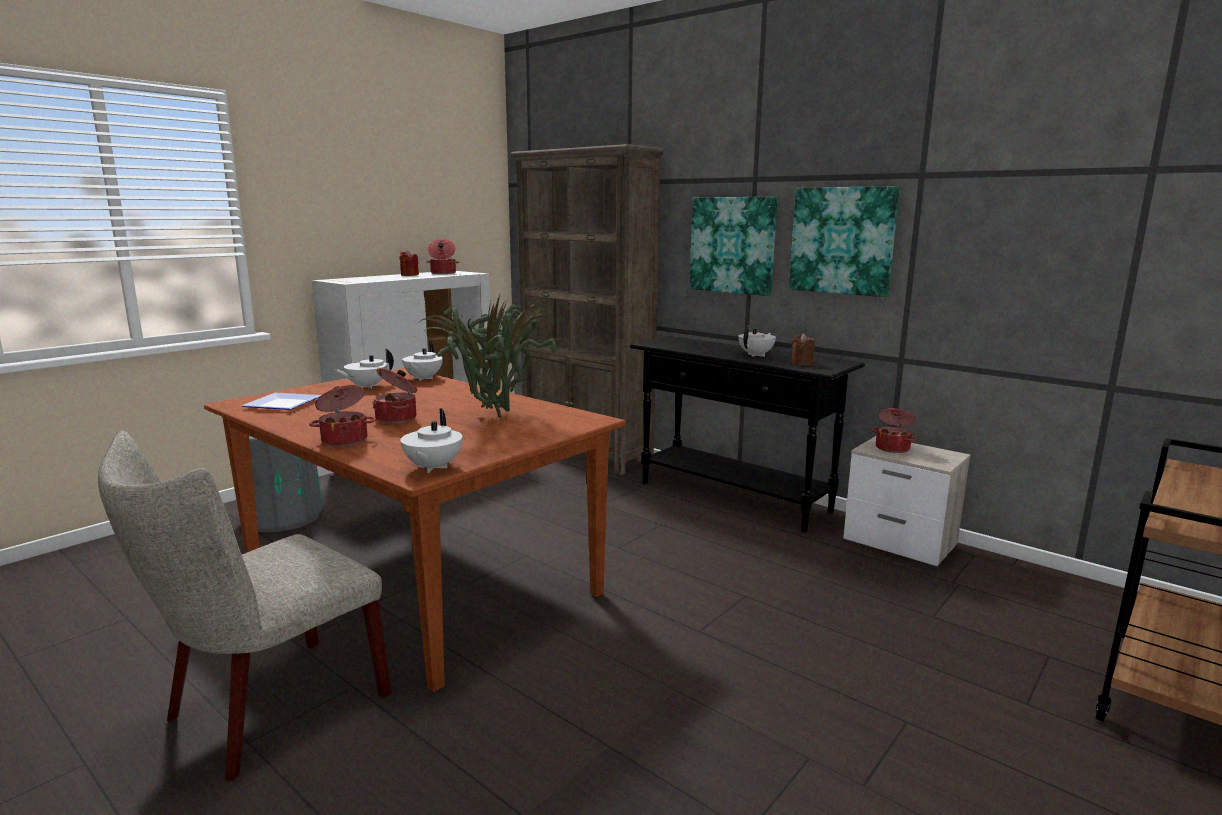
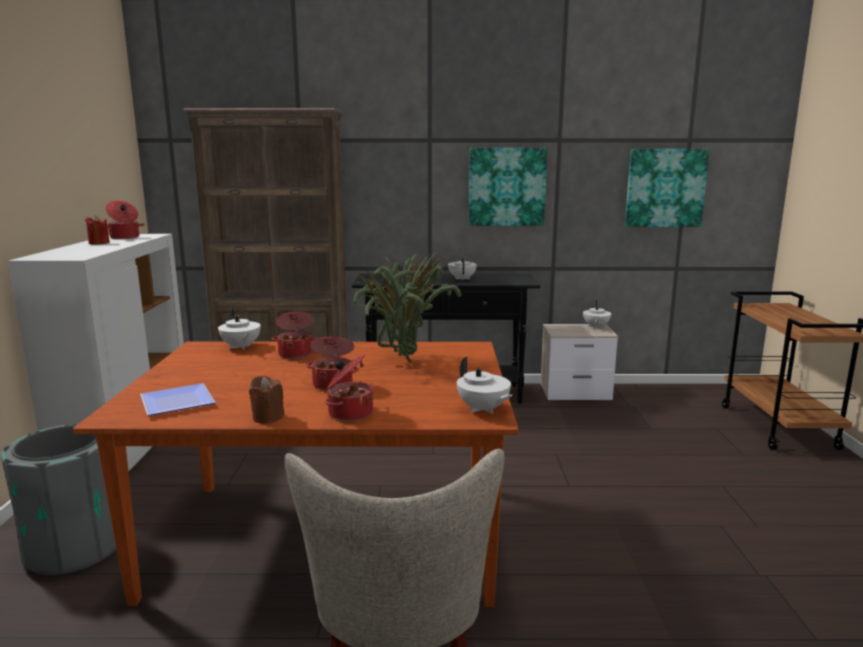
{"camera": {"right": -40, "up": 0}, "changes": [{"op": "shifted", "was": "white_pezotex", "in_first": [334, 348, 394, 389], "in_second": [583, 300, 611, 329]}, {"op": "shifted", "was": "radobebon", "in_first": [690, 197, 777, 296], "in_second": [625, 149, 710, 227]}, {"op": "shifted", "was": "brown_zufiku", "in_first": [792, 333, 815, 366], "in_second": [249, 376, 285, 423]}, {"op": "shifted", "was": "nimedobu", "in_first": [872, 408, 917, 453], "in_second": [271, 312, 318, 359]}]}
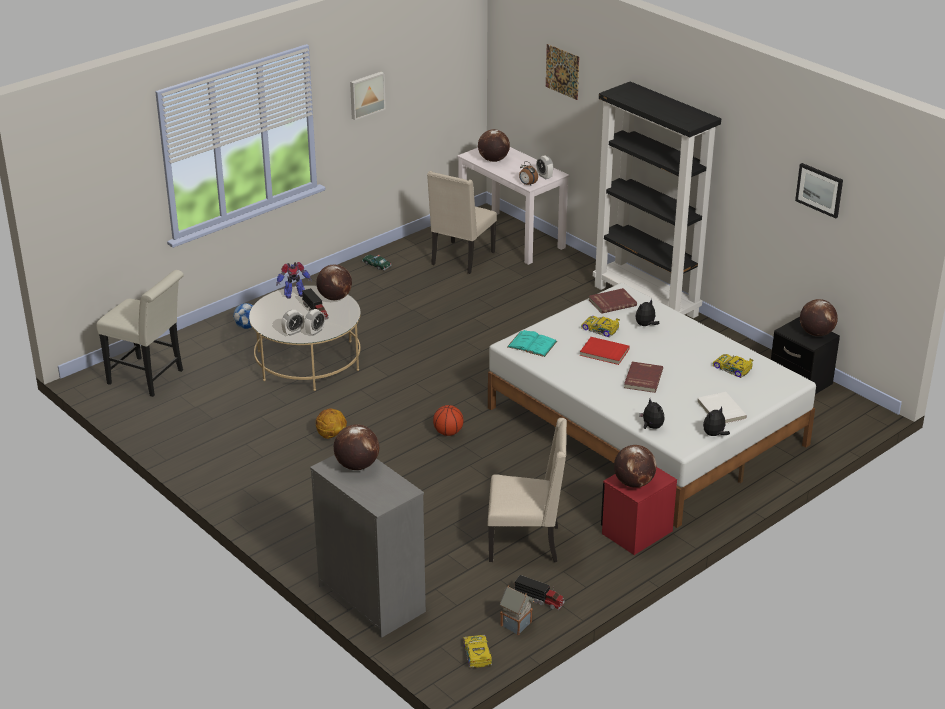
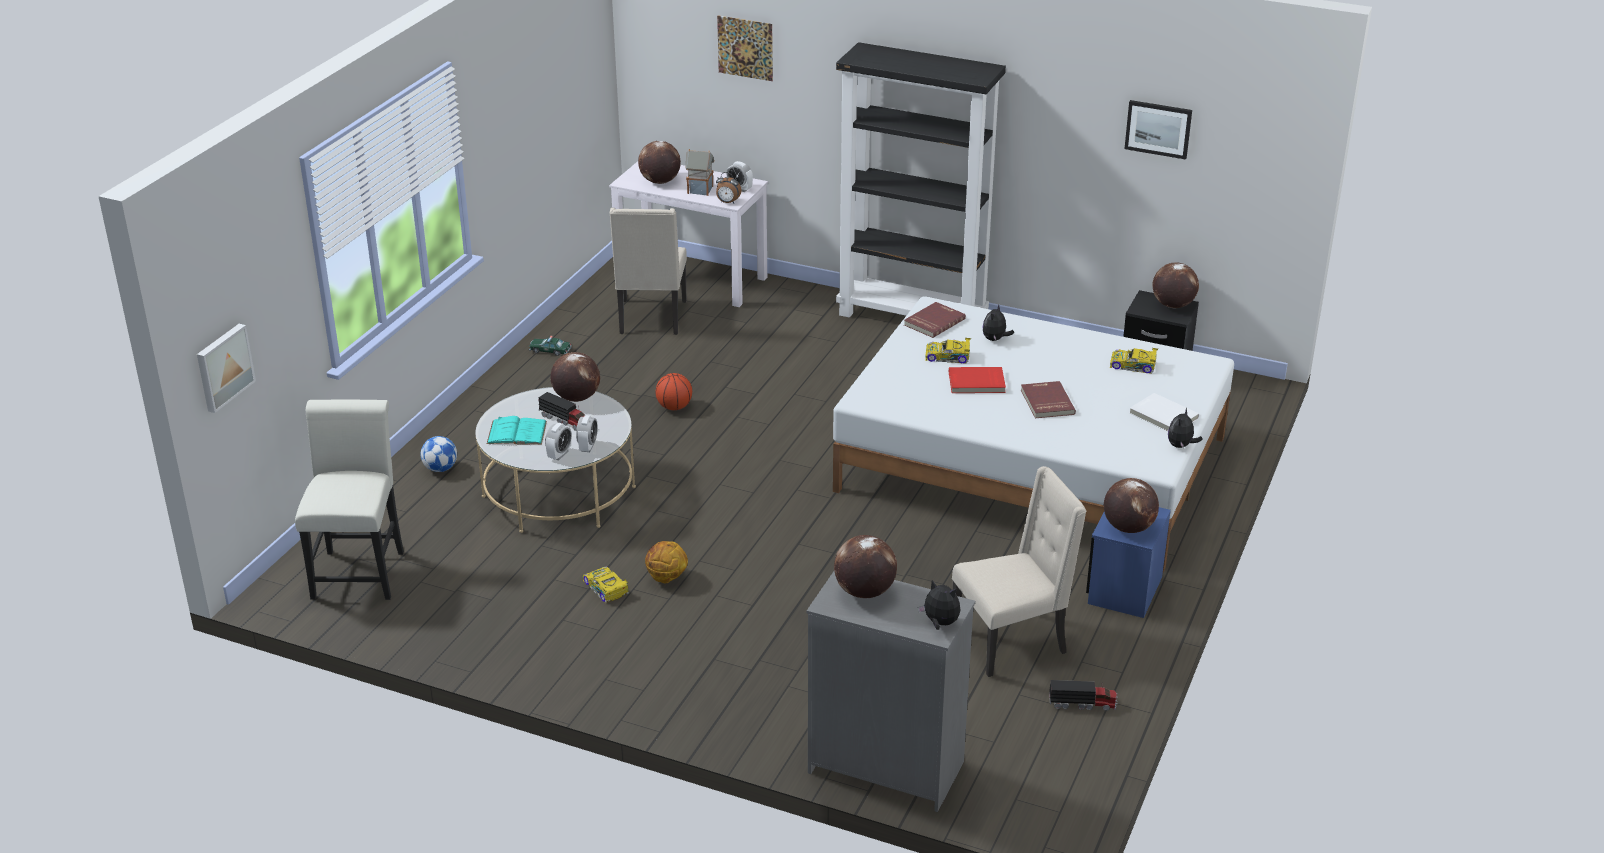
{"camera": {"right": -25, "up": 0}, "changes": [{"op": "rotated", "was": "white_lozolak", "in_first": [96, 270, 184, 397], "in_second": [295, 399, 404, 600], "clockwise": -90}, {"op": "gone", "was": "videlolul", "in_first": [276, 262, 312, 299]}, {"op": "shifted", "was": "radobebon", "in_first": [350, 72, 386, 120], "in_second": [197, 324, 256, 413]}, {"op": "shifted", "was": "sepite", "in_first": [433, 405, 464, 436], "in_second": [656, 373, 692, 410]}, {"op": "shifted", "was": "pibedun", "in_first": [463, 635, 492, 668], "in_second": [582, 567, 629, 603]}, {"op": "shifted", "was": "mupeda", "in_first": [500, 585, 534, 635], "in_second": [685, 149, 715, 196]}, {"op": "shifted", "was": "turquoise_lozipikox", "in_first": [507, 330, 557, 357], "in_second": [487, 416, 547, 445]}, {"op": "repainted", "was": "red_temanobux", "now": "blue_temanobux", "in_first": [601, 467, 677, 555], "in_second": [1086, 507, 1171, 618]}, {"op": "shifted", "was": "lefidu", "in_first": [639, 399, 665, 429], "in_second": [918, 580, 961, 630]}]}
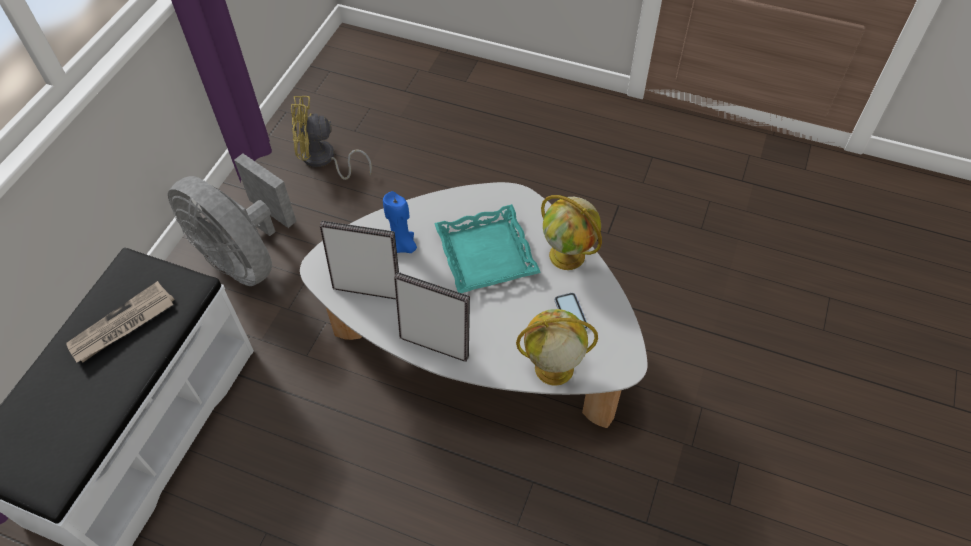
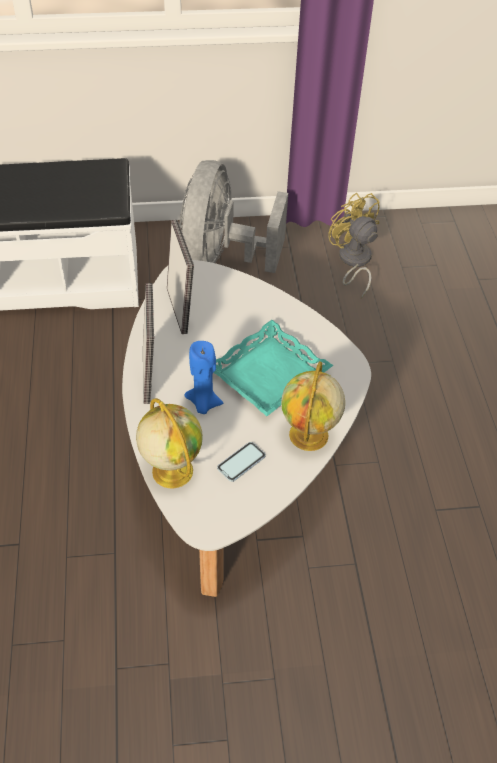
{"camera": {"right": 60, "up": -5}, "changes": [{"op": "gone", "was": "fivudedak", "in_first": [66, 281, 175, 363]}, {"op": "shifted", "was": "blue_zufiku", "in_first": [383, 191, 417, 253], "in_second": [184, 341, 223, 414]}]}
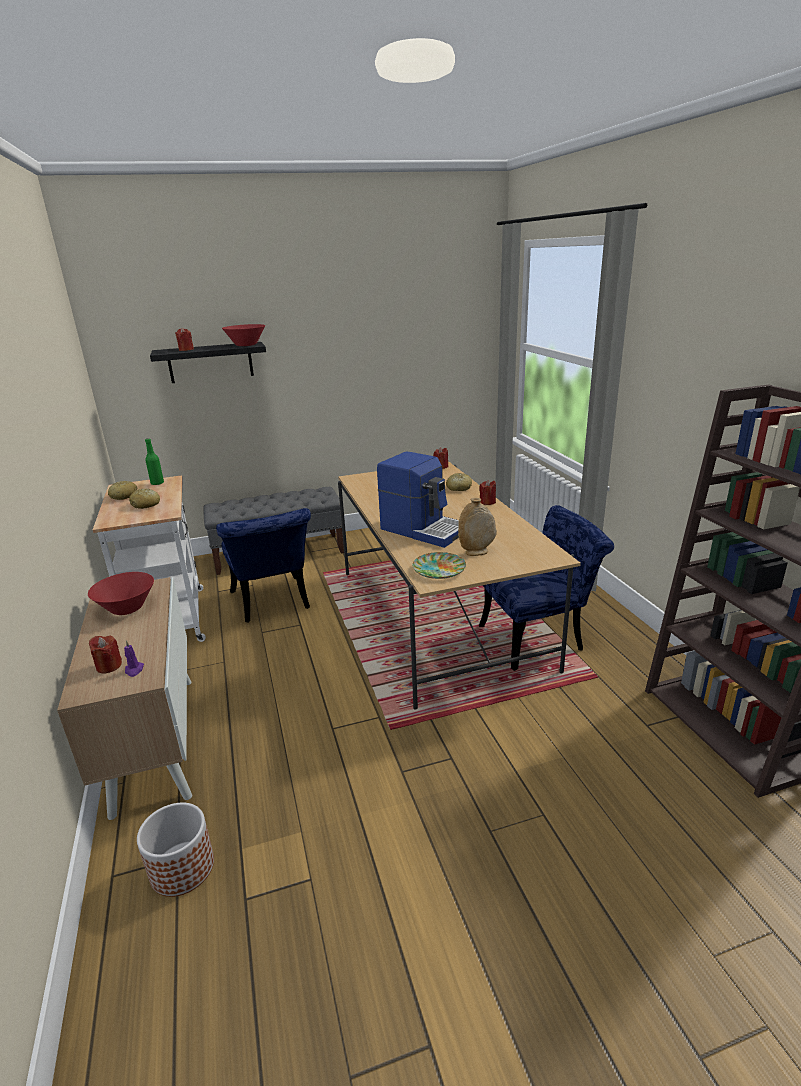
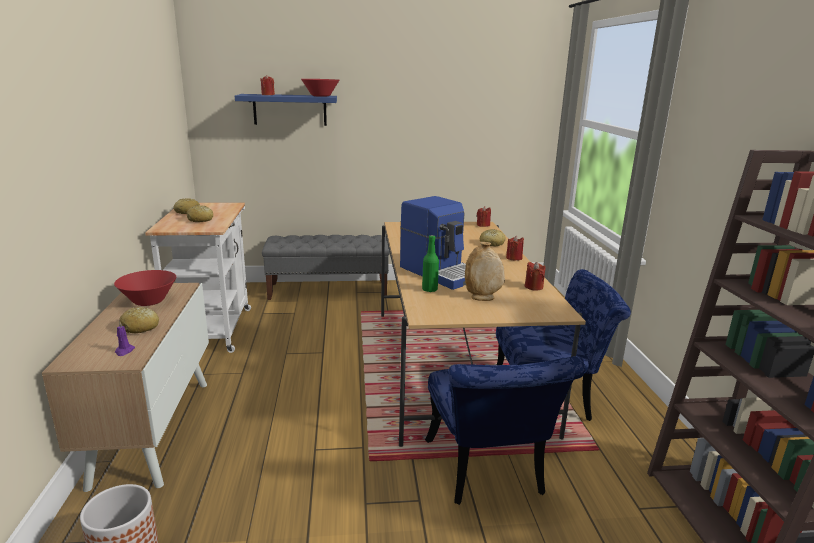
{"camera": {"right": 10, "up": -5}, "changes": [{"op": "shifted", "was": "red_zufiku", "in_first": [89, 636, 122, 673], "in_second": [525, 262, 545, 291]}, {"op": "shifted", "was": "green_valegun", "in_first": [145, 438, 164, 485], "in_second": [422, 235, 439, 292]}, {"op": "repainted", "was": "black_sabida", "now": "blue_sabida", "in_first": [150, 342, 266, 383], "in_second": [235, 94, 337, 126]}, {"op": "shifted", "was": "blue_lozolak", "in_first": [216, 508, 311, 623], "in_second": [425, 356, 585, 505]}, {"op": "gone", "was": "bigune", "in_first": [412, 552, 466, 579]}, {"op": "new", "now": "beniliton", "in_second": [119, 307, 159, 333]}]}
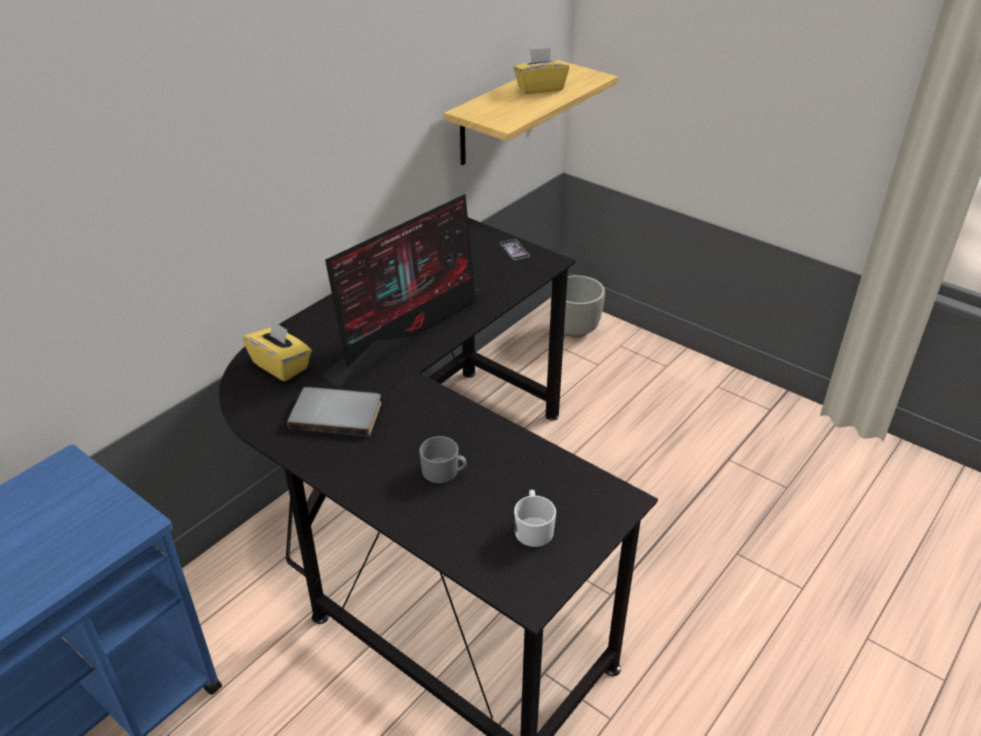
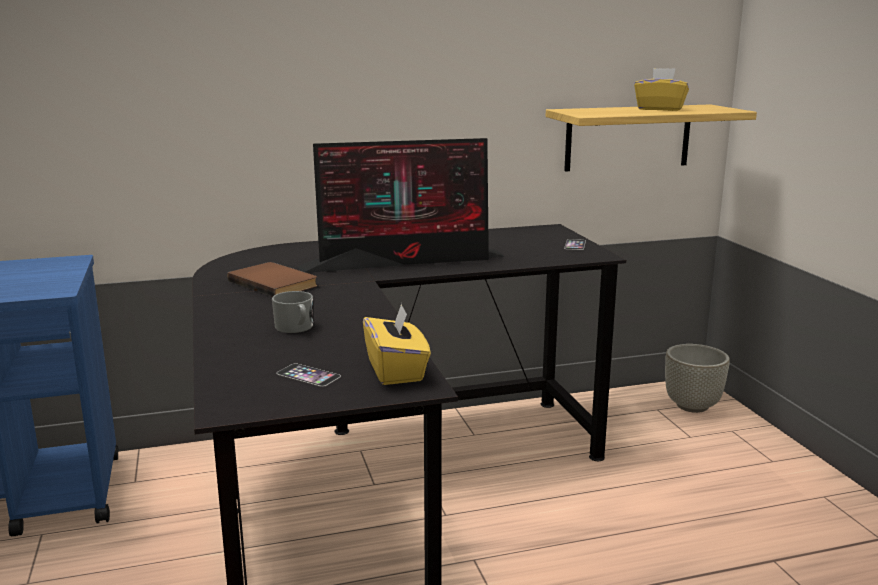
{"camera": {"right": 35, "up": -20}, "changes": [{"op": "shifted", "was": "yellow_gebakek", "in_first": [243, 320, 312, 382], "in_second": [363, 303, 431, 385]}, {"op": "repainted", "was": "grey_lozipikox", "now": "brown_lozipikox", "in_first": [287, 387, 381, 437], "in_second": [228, 262, 317, 297]}, {"op": "swapped", "was": "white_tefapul", "now": "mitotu", "in_first": [514, 490, 556, 547], "in_second": [277, 363, 341, 387]}]}
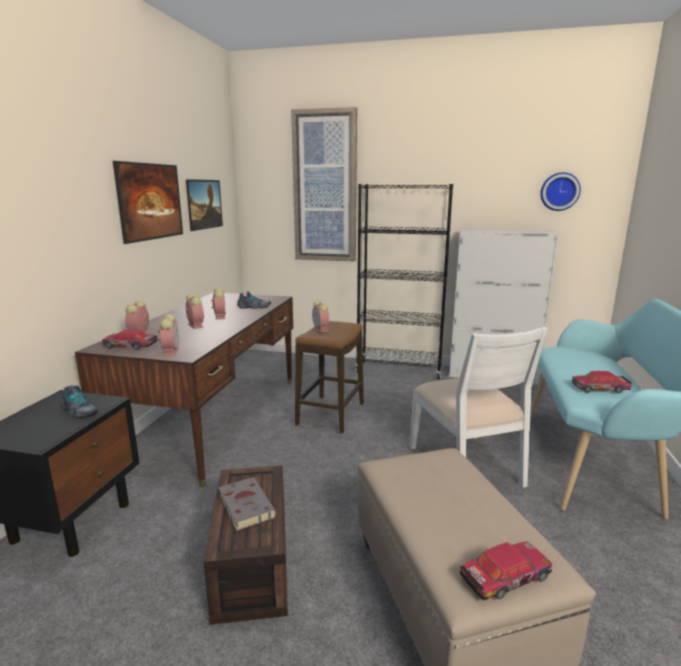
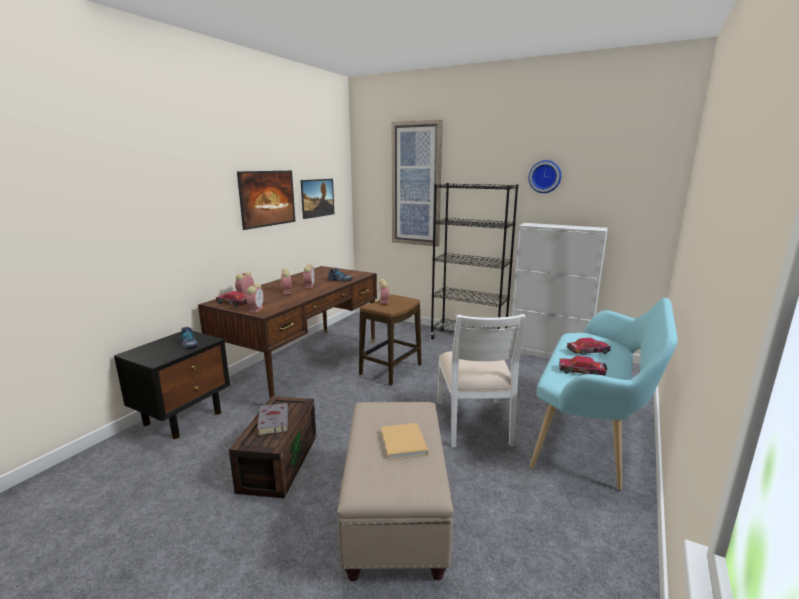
{"camera": {"right": 15, "up": 0}, "changes": [{"op": "shifted", "was": "pibedun", "in_first": [460, 541, 552, 600], "in_second": [567, 338, 611, 355]}, {"op": "shifted", "was": "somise", "in_first": [540, 172, 581, 211], "in_second": [529, 160, 561, 193]}, {"op": "new", "now": "beige_lozipikox", "in_second": [381, 423, 428, 460]}]}
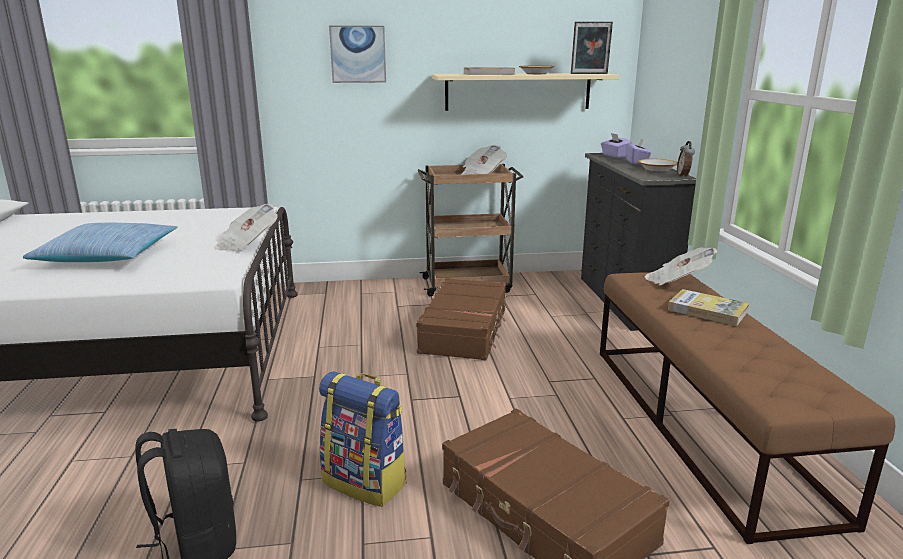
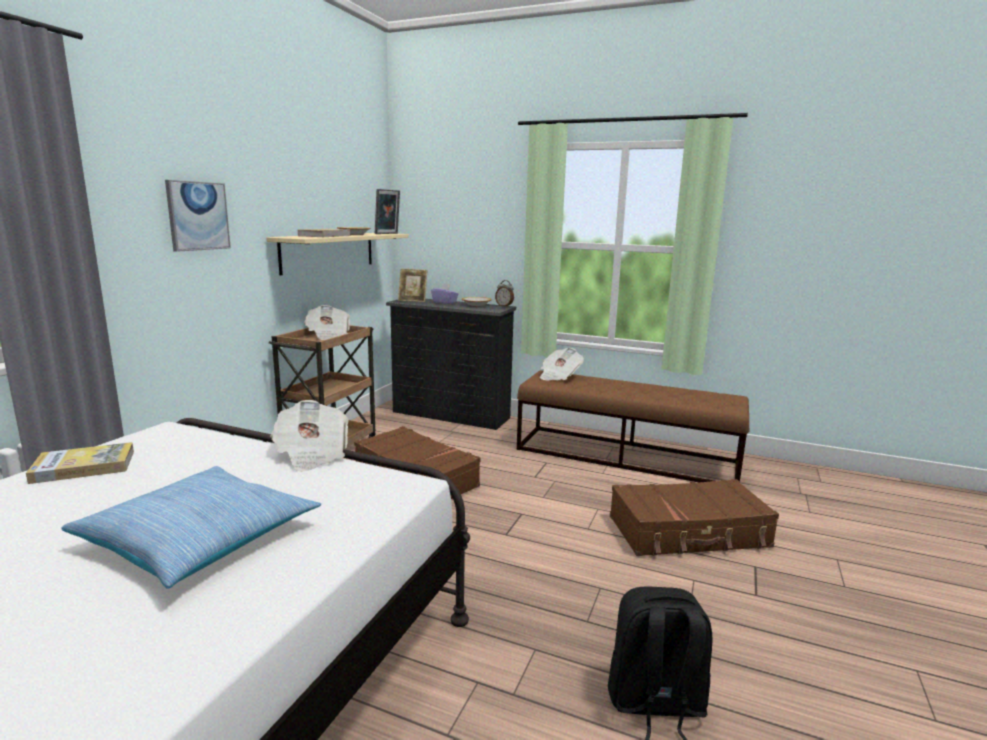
{"camera": {"right": -60, "up": -5}, "changes": [{"op": "gone", "was": "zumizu", "in_first": [319, 371, 407, 507]}, {"op": "swapped", "was": "purple_gebakek", "now": "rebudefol", "in_first": [601, 133, 632, 158], "in_second": [398, 268, 428, 302]}, {"op": "shifted", "was": "lozipikox", "in_first": [668, 289, 749, 326], "in_second": [26, 442, 134, 484]}]}
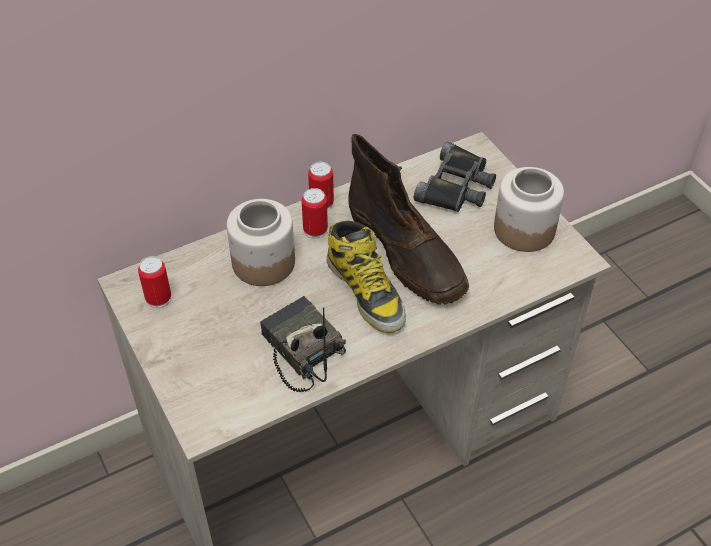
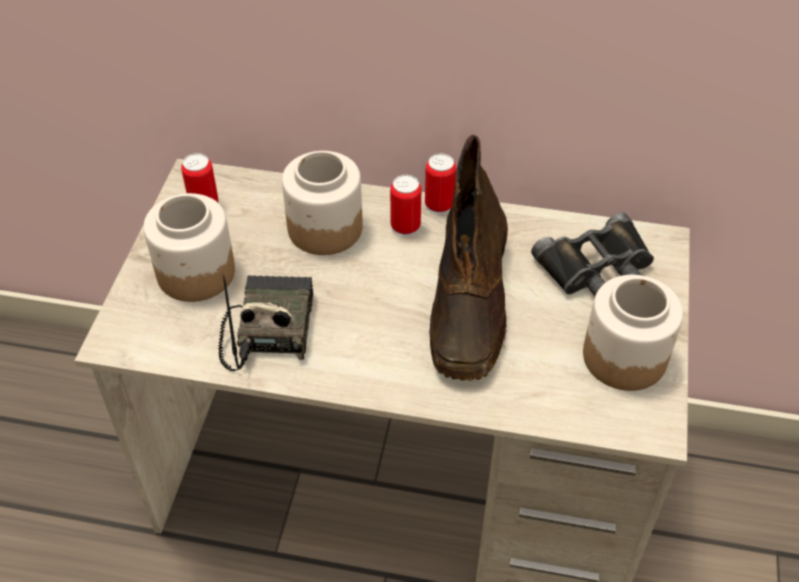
{"camera": {"right": 40, "up": 0}, "changes": [{"op": "gone", "was": "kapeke", "in_first": [327, 221, 406, 333]}, {"op": "new", "now": "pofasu", "in_second": [143, 193, 235, 302]}]}
